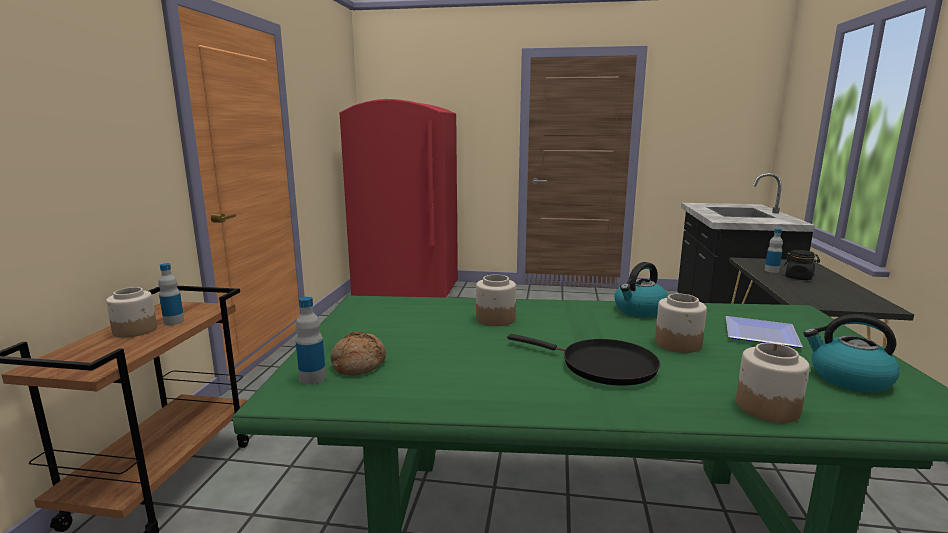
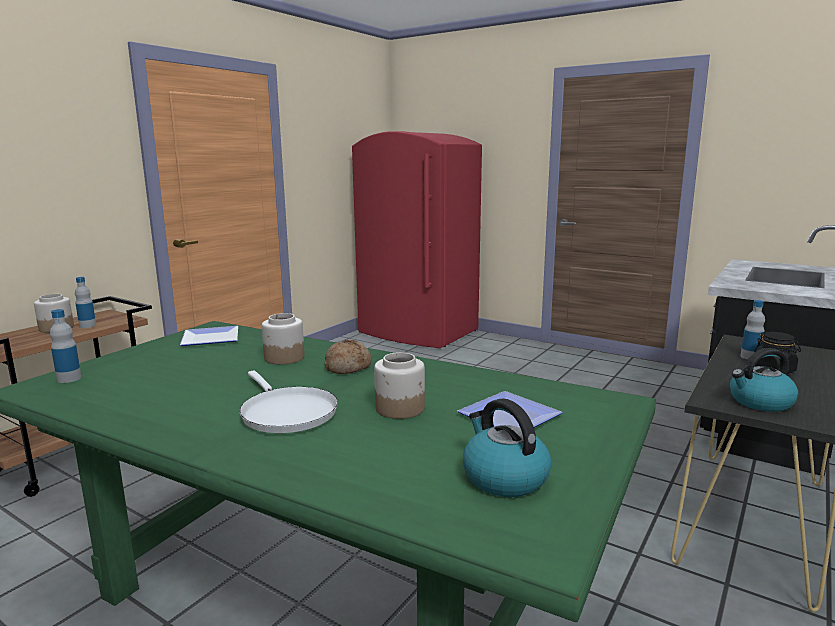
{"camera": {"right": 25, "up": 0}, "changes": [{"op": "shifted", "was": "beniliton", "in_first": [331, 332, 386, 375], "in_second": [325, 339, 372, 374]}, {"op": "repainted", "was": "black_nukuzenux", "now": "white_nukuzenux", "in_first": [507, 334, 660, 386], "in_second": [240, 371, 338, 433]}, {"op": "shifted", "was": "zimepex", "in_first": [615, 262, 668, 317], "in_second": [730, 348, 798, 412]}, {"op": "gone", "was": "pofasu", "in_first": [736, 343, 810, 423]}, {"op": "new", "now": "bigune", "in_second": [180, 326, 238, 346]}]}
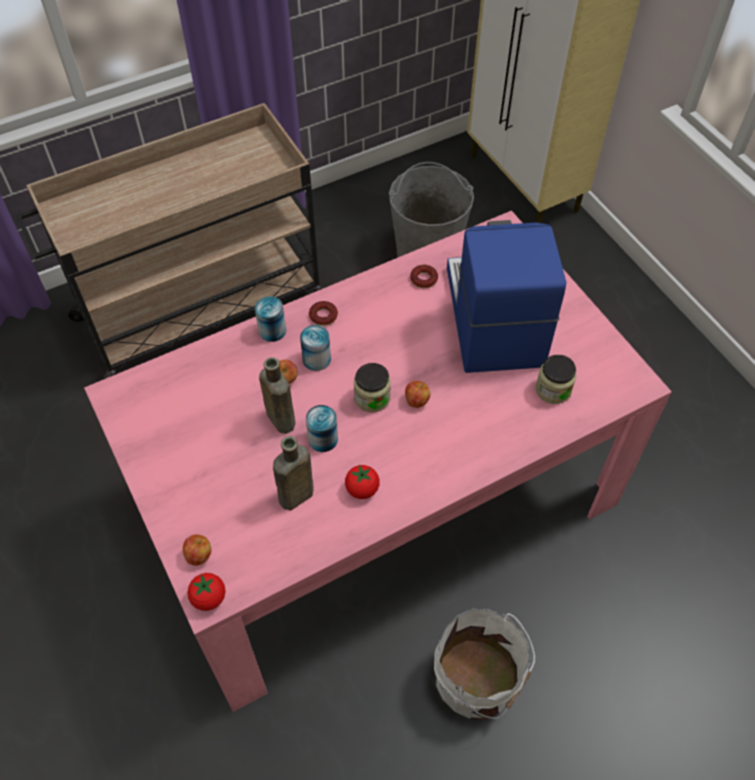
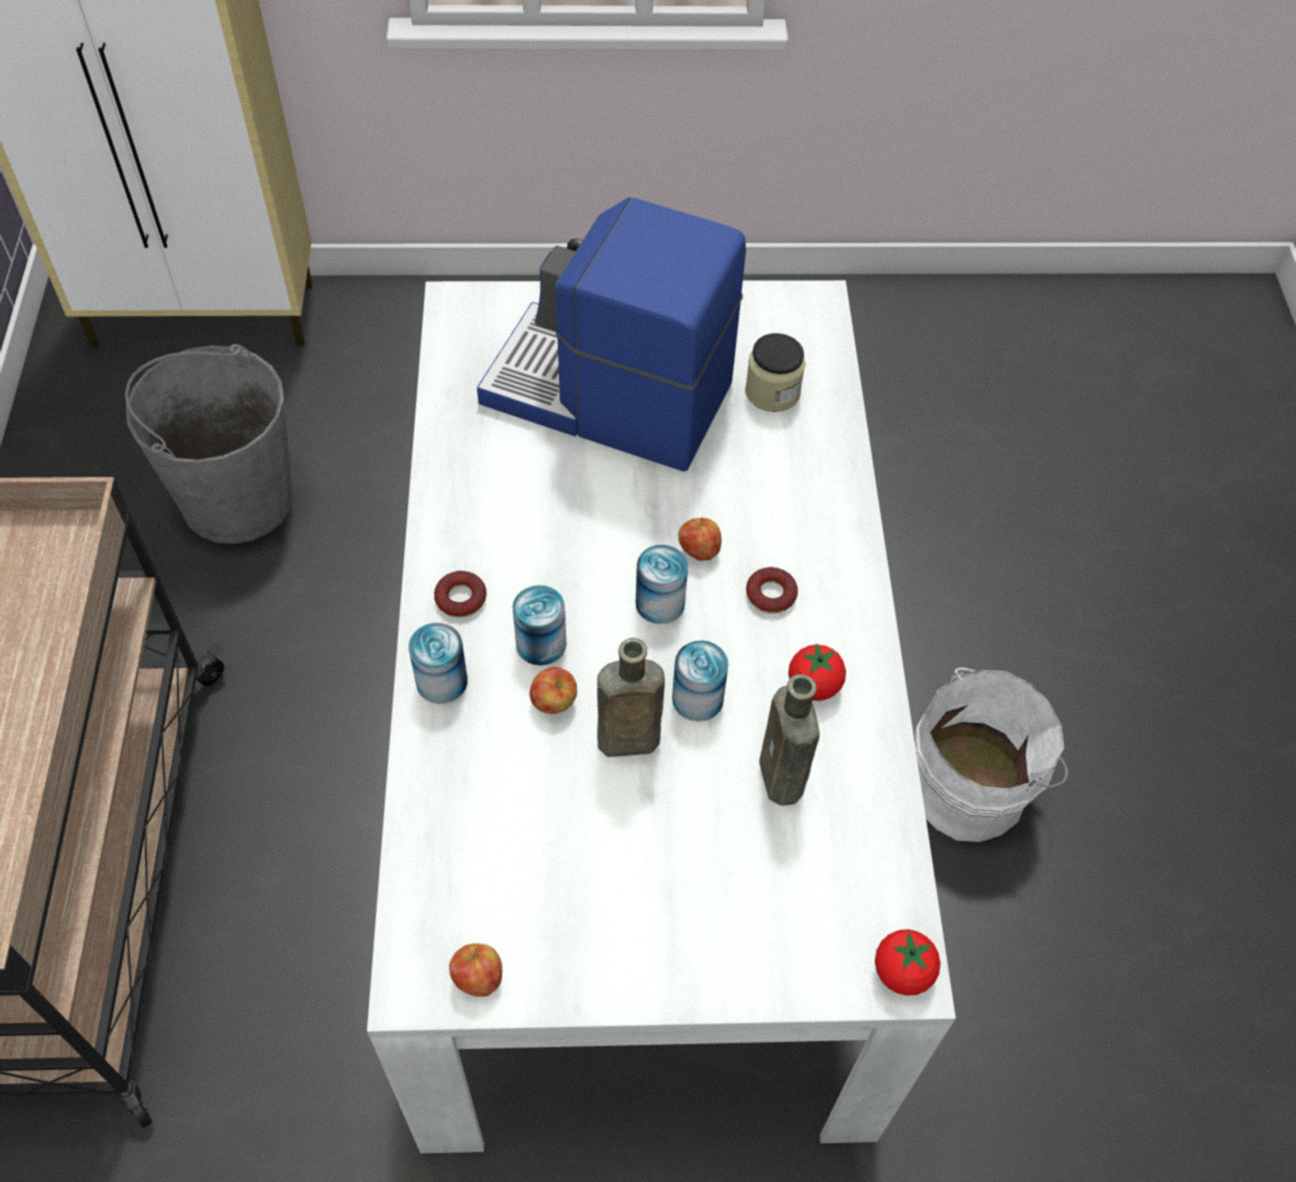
{"camera": {"right": -65, "up": 0}, "changes": [{"op": "repainted", "was": "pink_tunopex", "now": "white_tunopex", "in_first": [84, 211, 672, 712], "in_second": [367, 280, 956, 1153]}, {"op": "shifted", "was": "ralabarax", "in_first": [183, 534, 211, 566], "in_second": [449, 943, 502, 997]}, {"op": "swapped", "was": "pofasu", "now": "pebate", "in_first": [354, 363, 391, 412], "in_second": [636, 545, 688, 624]}, {"op": "shifted", "was": "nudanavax", "in_first": [410, 265, 438, 288], "in_second": [746, 567, 798, 614]}]}
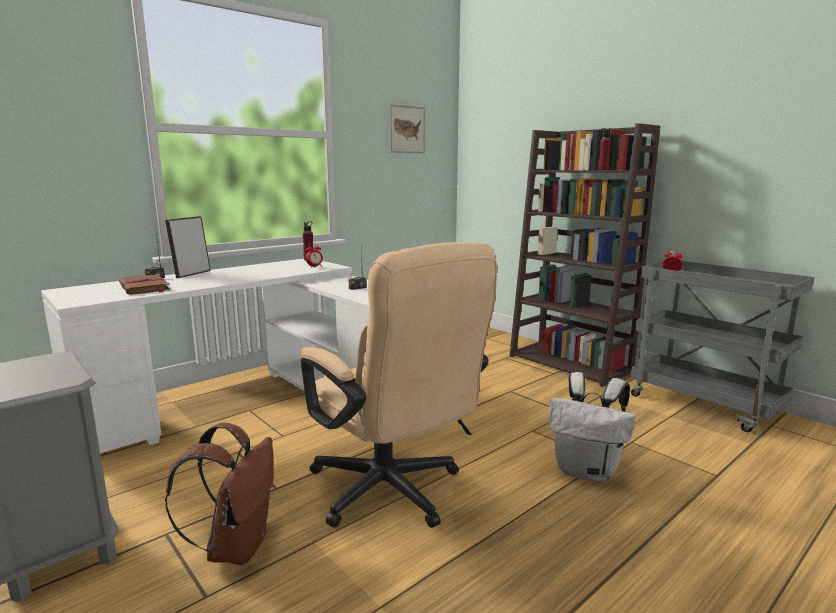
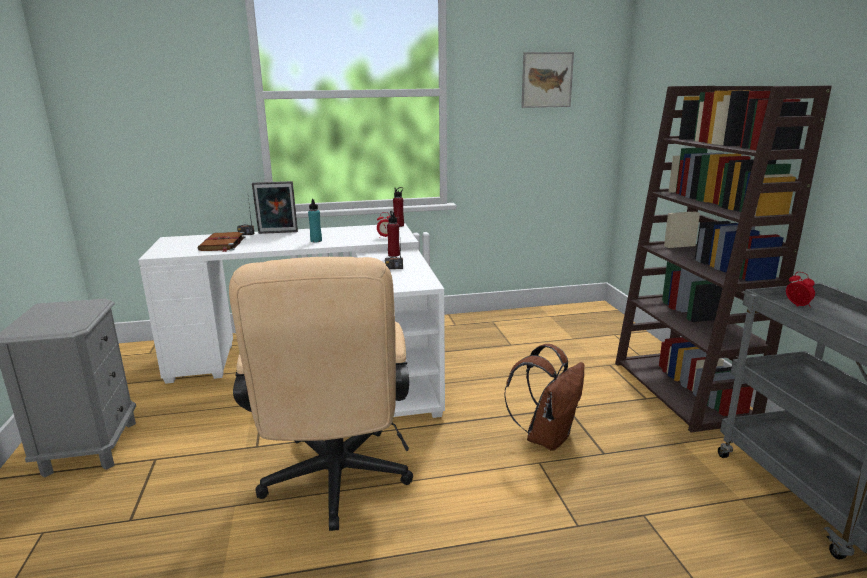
{"camera": {"right": 30, "up": 5}, "changes": [{"op": "rotated", "was": "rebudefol", "in_first": [165, 216, 211, 278], "in_second": [252, 181, 298, 234], "clockwise": -150}, {"op": "shifted", "was": "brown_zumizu", "in_first": [165, 422, 274, 565], "in_second": [504, 344, 584, 450]}, {"op": "gone", "was": "white_zumizu", "in_first": [548, 372, 635, 482]}, {"op": "shifted", "was": "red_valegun", "in_first": [598, 128, 612, 170], "in_second": [387, 211, 400, 257]}, {"op": "new", "now": "turquoise_valegun", "in_second": [308, 199, 322, 242]}]}
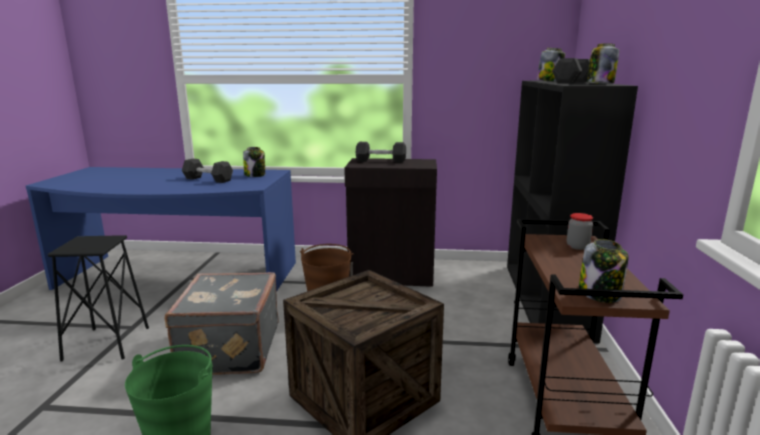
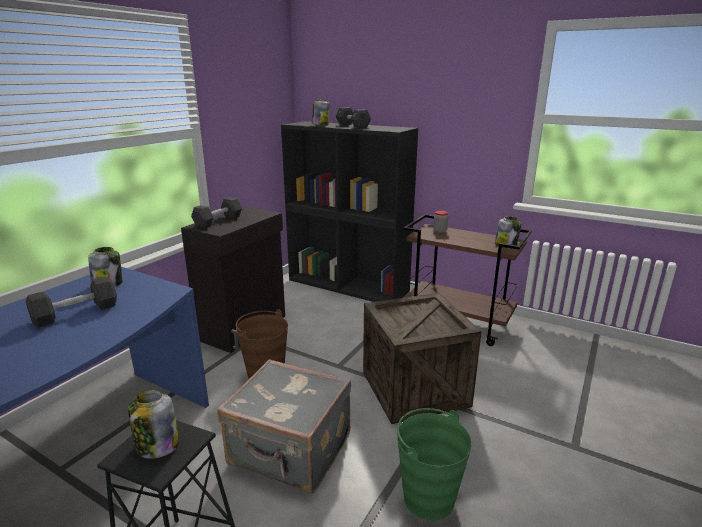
{"camera": {"right": -65, "up": 5}, "changes": [{"op": "shifted", "was": "pofasu", "in_first": [587, 43, 619, 84], "in_second": [128, 390, 179, 459]}]}
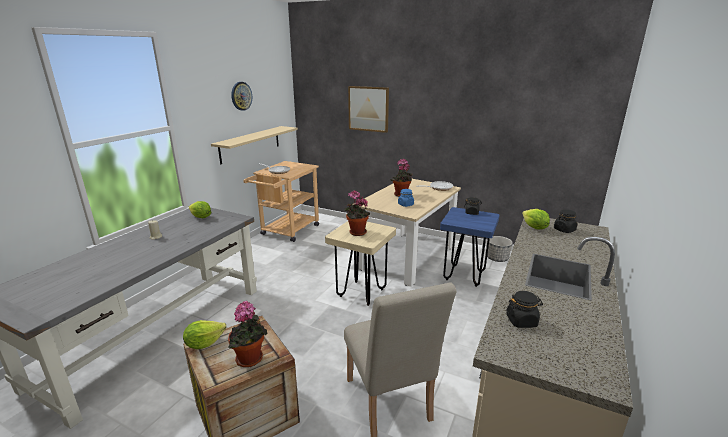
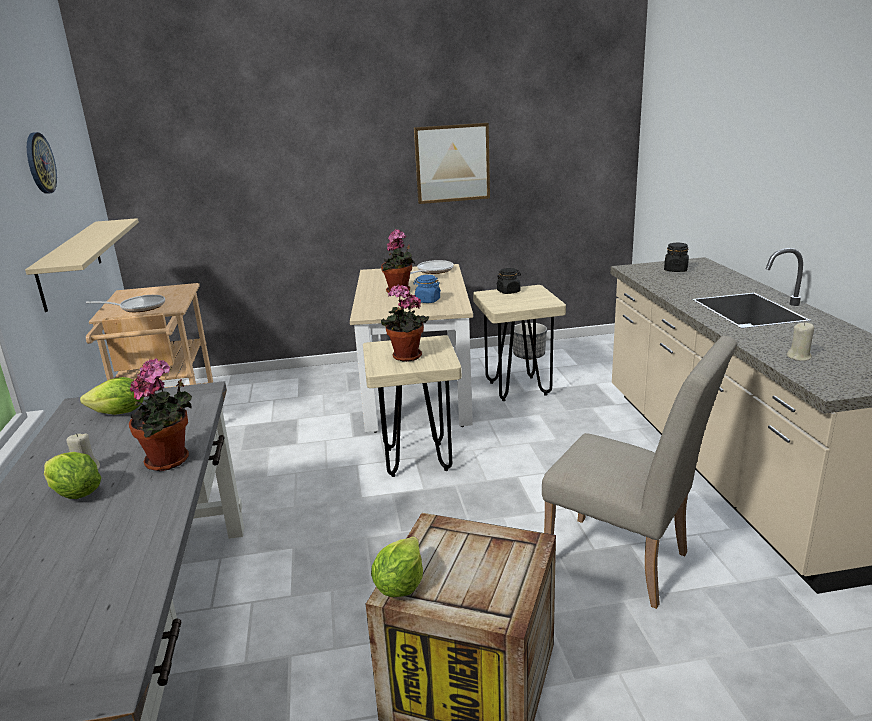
{"camera": {"right": -35, "up": 0}, "changes": [{"op": "shifted", "was": "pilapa", "in_first": [228, 301, 267, 367], "in_second": [129, 358, 192, 471]}, {"op": "shifted", "was": "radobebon", "in_first": [348, 86, 389, 133], "in_second": [414, 123, 490, 204]}, {"op": "repainted", "was": "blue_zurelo", "now": "beige_zurelo", "in_first": [440, 207, 500, 287], "in_second": [473, 285, 566, 401]}, {"op": "swapped", "was": "black_pofasu", "now": "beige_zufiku", "in_first": [506, 291, 543, 328], "in_second": [787, 323, 814, 361]}, {"op": "shifted", "was": "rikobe", "in_first": [522, 209, 550, 230], "in_second": [44, 452, 101, 499]}]}
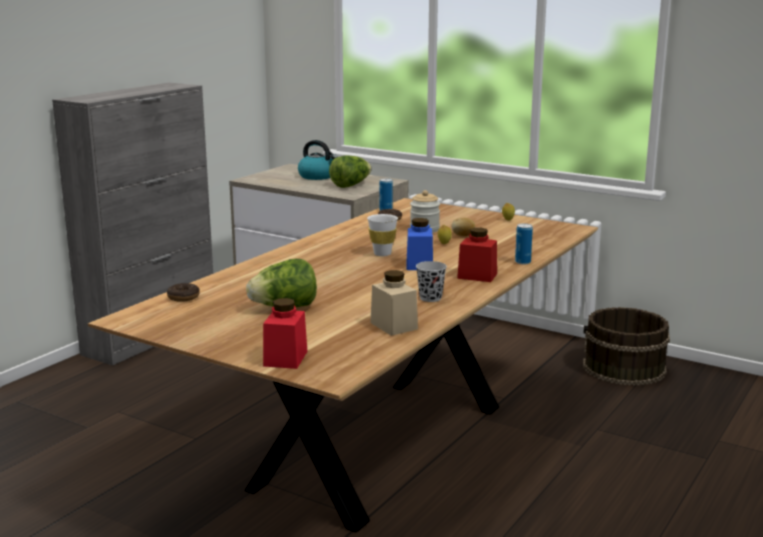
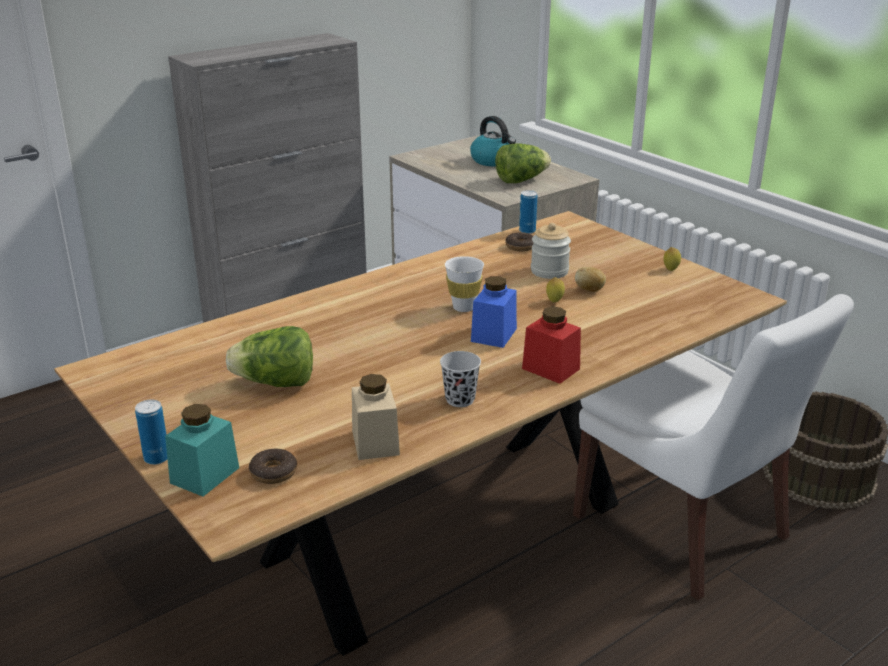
{"camera": {"right": 20, "up": 10}, "changes": [{"op": "shifted", "was": "nudanavax", "in_first": [167, 283, 200, 302], "in_second": [249, 449, 297, 484]}, {"op": "repainted", "was": "red_pofasu", "now": "turquoise_pofasu", "in_first": [263, 298, 307, 369], "in_second": [165, 404, 239, 497]}, {"op": "shifted", "was": "pebate", "in_first": [515, 223, 533, 265], "in_second": [135, 399, 167, 465]}, {"op": "new", "now": "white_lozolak", "in_second": [573, 294, 854, 600]}]}
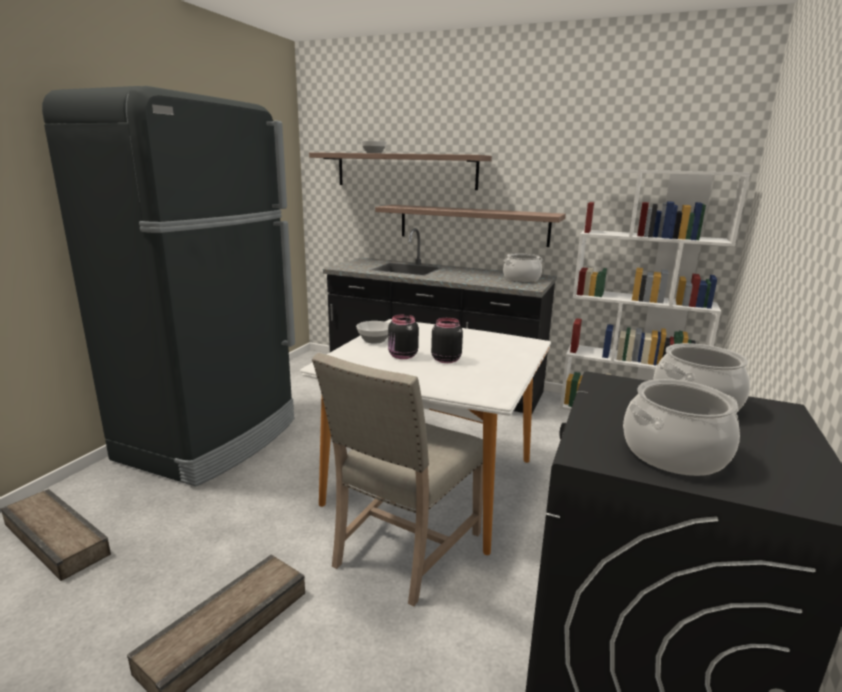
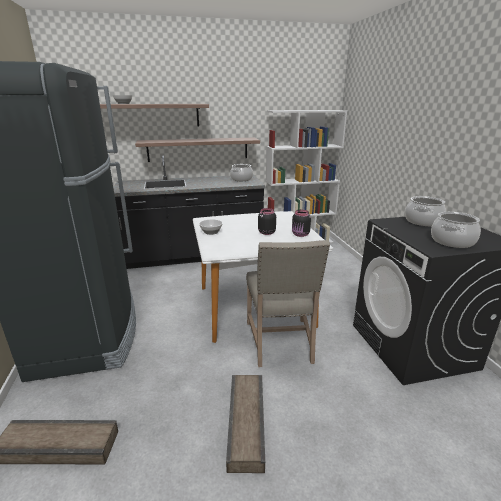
{"camera": {"right": -35, "up": 5}, "changes": [{"op": "shifted", "was": "black_pofasu", "in_first": [388, 314, 419, 359], "in_second": [292, 210, 311, 237]}]}
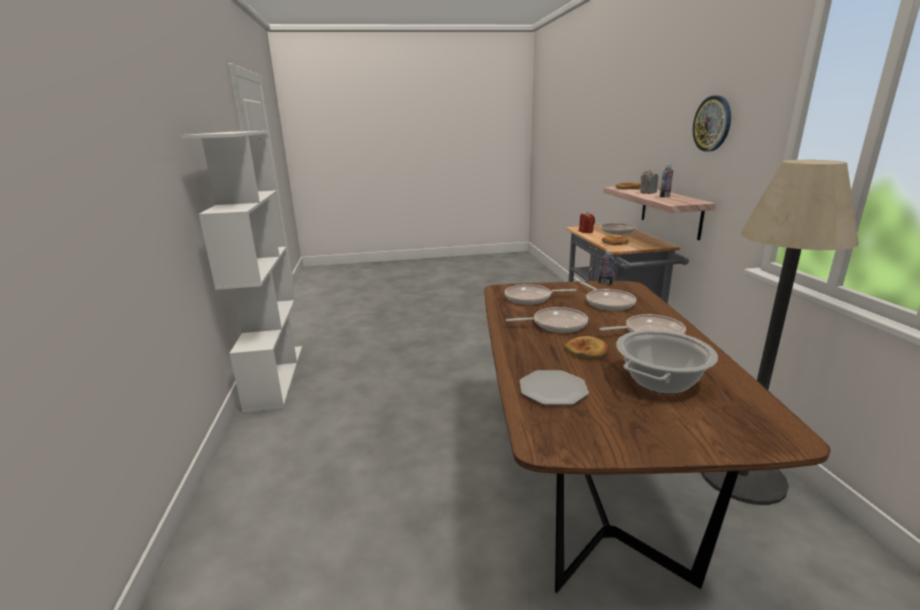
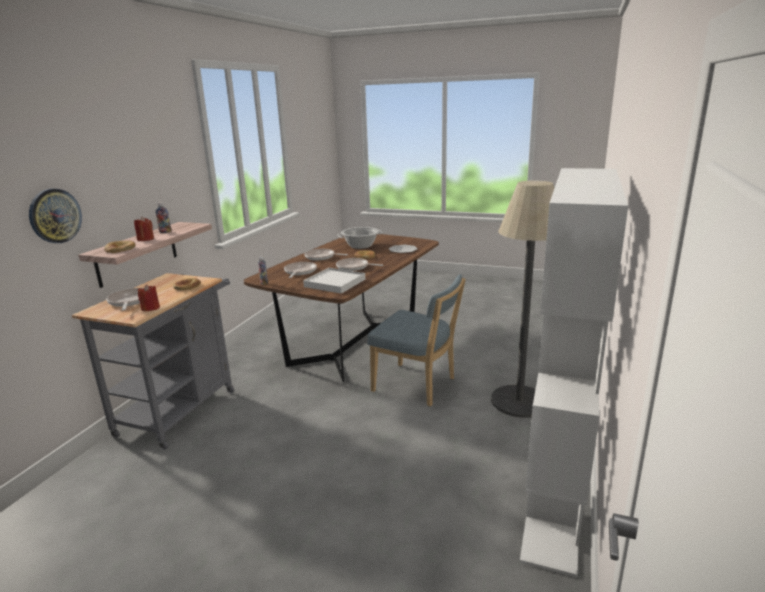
{"camera": {"right": -150, "up": 0}, "changes": [{"op": "swapped", "was": "nukuzenux", "now": "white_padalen", "in_first": [505, 284, 576, 304], "in_second": [303, 268, 365, 294]}, {"op": "repainted", "was": "grey_zufiku", "now": "red_zufiku", "in_first": [640, 170, 658, 194], "in_second": [134, 217, 154, 241]}, {"op": "shifted", "was": "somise", "in_first": [693, 95, 731, 152], "in_second": [29, 189, 82, 243]}, {"op": "shifted", "was": "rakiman", "in_first": [700, 160, 859, 505], "in_second": [491, 180, 554, 418]}, {"op": "new", "now": "blue_lozolak", "in_second": [367, 274, 465, 406]}]}
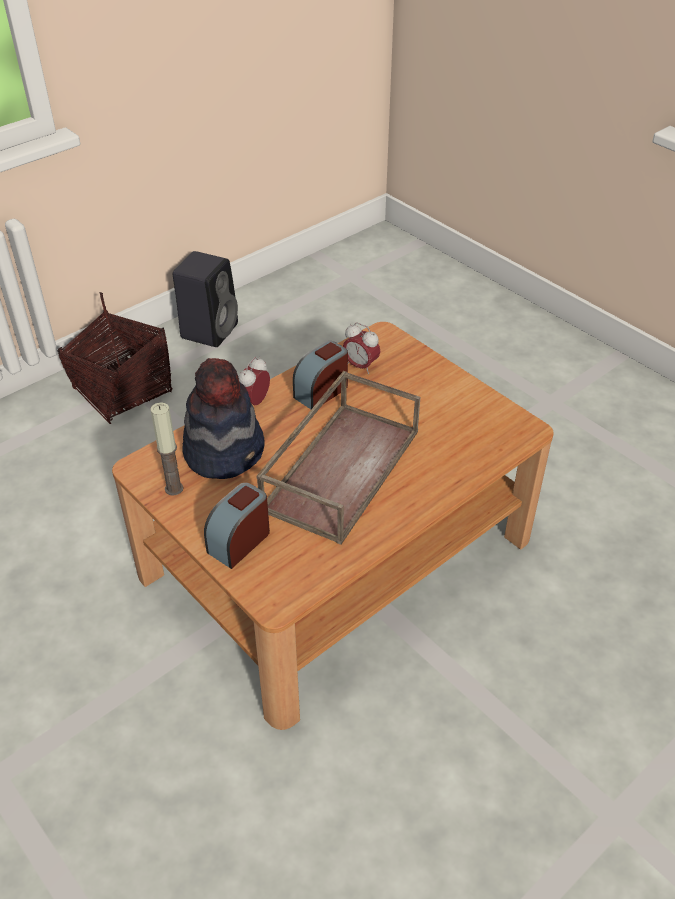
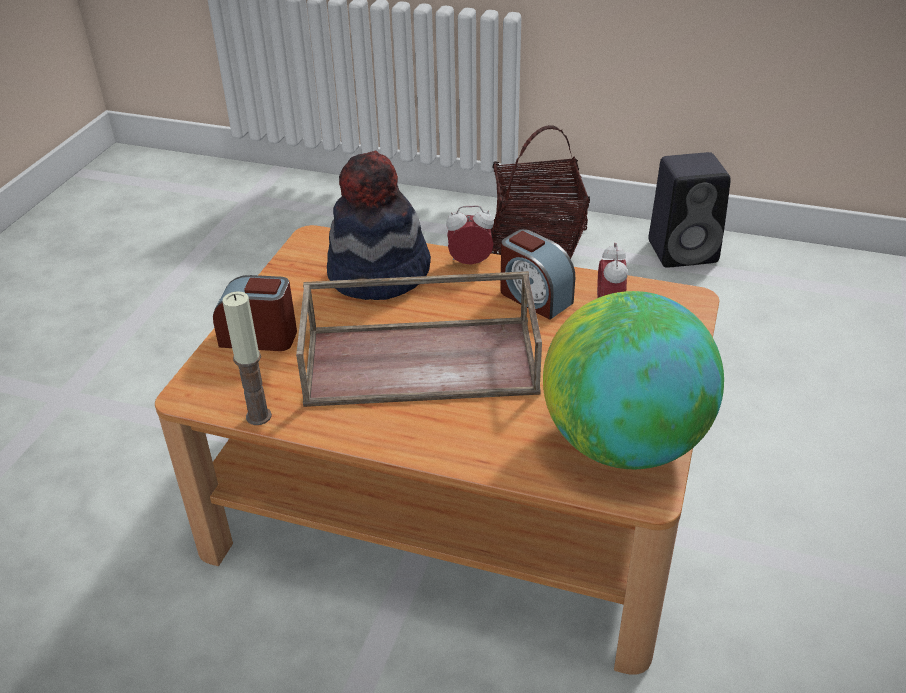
{"camera": {"right": 60, "up": -5}, "changes": [{"op": "shifted", "was": "zufiku", "in_first": [150, 402, 184, 496], "in_second": [223, 291, 272, 425]}, {"op": "rotated", "was": "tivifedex", "in_first": [293, 341, 348, 409], "in_second": [500, 229, 575, 320], "clockwise": -150}, {"op": "new", "now": "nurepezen", "in_second": [543, 291, 724, 469]}]}
